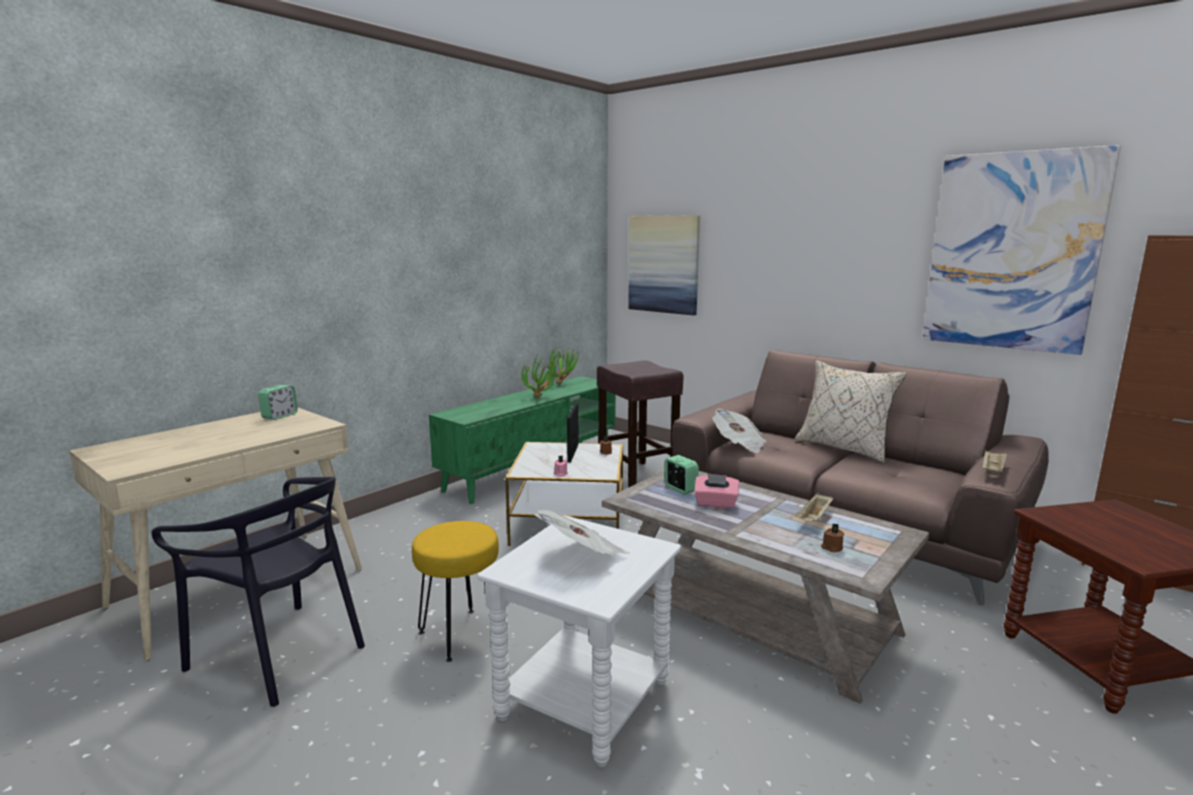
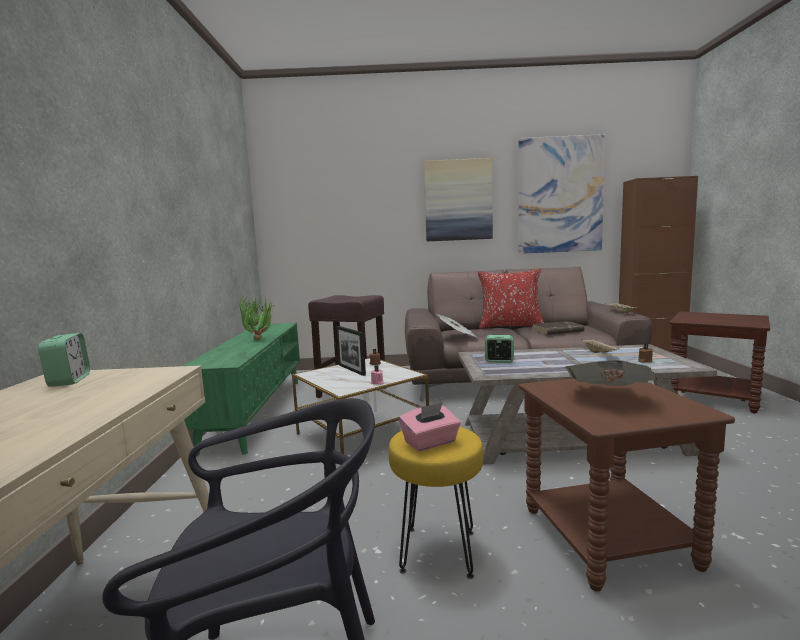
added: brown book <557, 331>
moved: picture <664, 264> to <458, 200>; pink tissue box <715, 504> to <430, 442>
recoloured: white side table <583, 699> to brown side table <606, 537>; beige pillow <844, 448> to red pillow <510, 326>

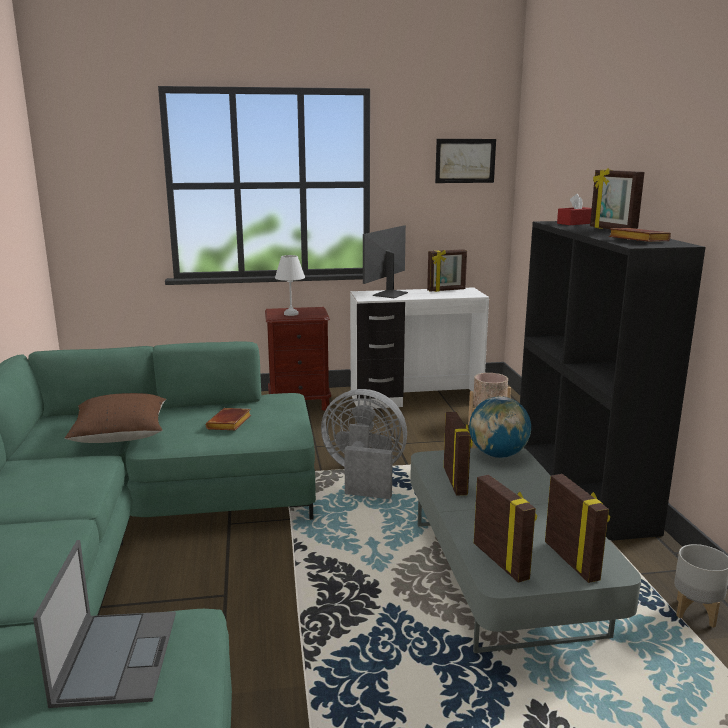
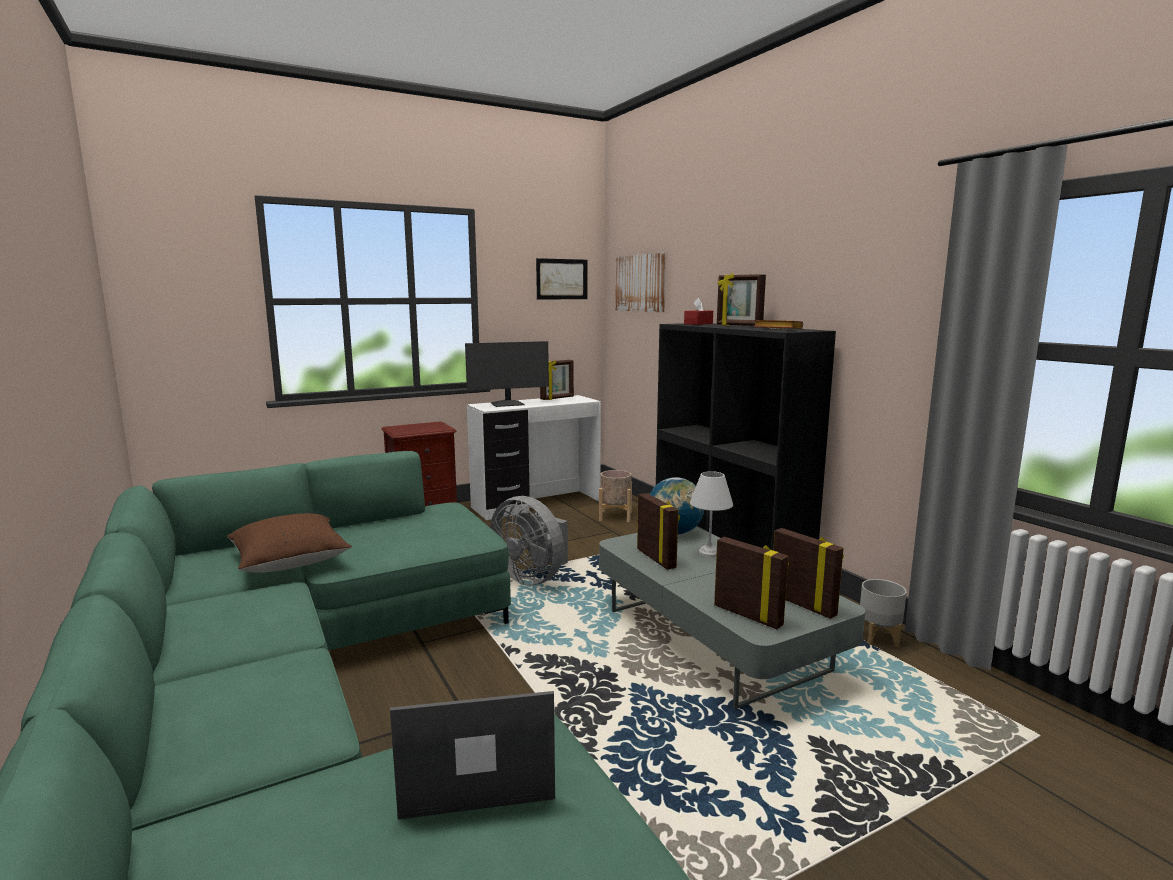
removed: brown book <230, 424>
added: picture <641, 283>
moved: white table lamp <291, 314> to <709, 553>
turned: laptop <117, 656> = <475, 770> 75 degrees counterclockwise; grey fan <364, 476> = <532, 577> 135 degrees counterclockwise; monitor <389, 294> = <508, 404> 120 degrees counterclockwise

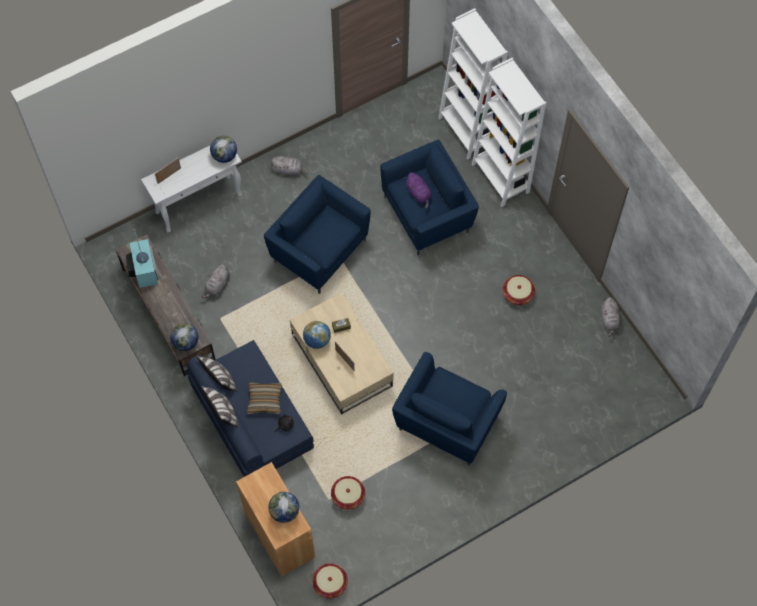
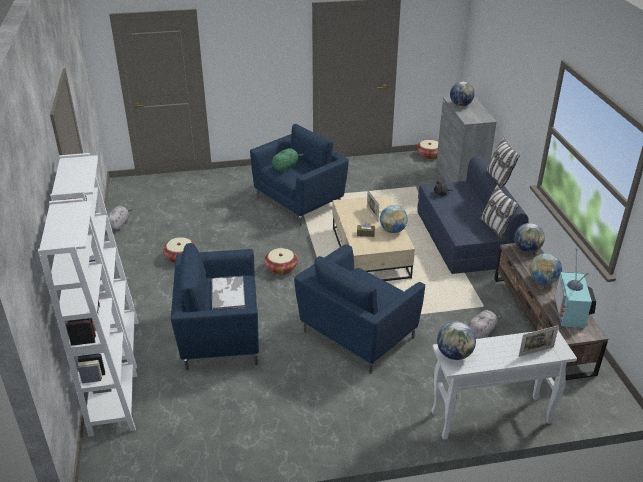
removed: pillow <264, 400>; grey plush toy <289, 170>
added: green plush toy <286, 167>; globe <543, 281>
moved: basket <348, 496> to <281, 268>
replaced: purple plush toy <419, 194> to tray <228, 293>
recoloured: brown cabinet <279, 534> to grey cabinet <460, 180>
turned: blue armchair <319, 249> = <356, 335> 75 degrees clockwise

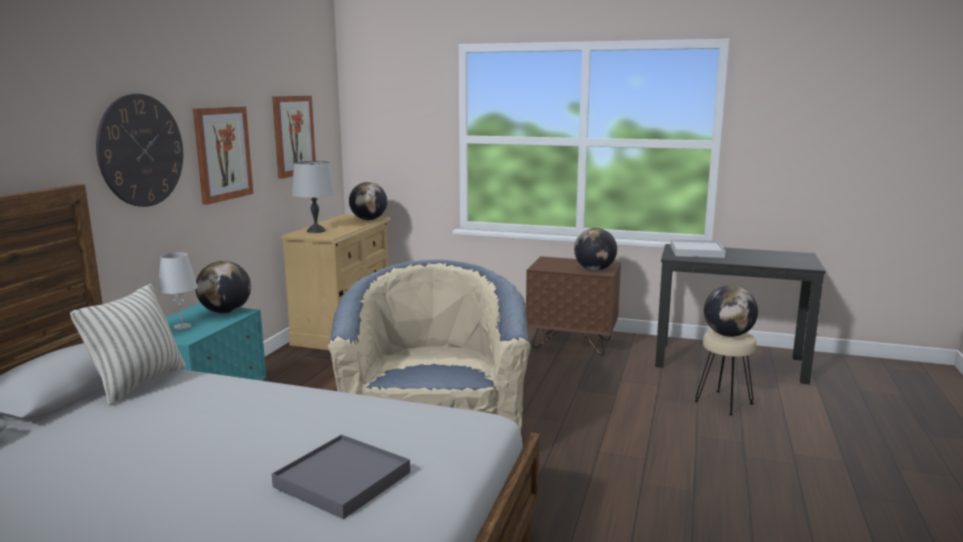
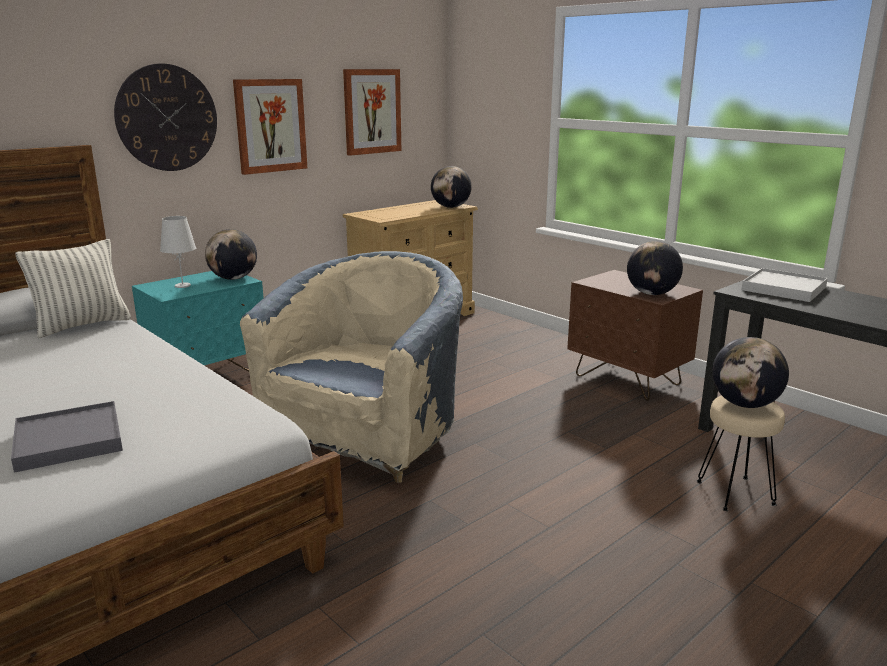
removed: grey table lamp <316, 231>

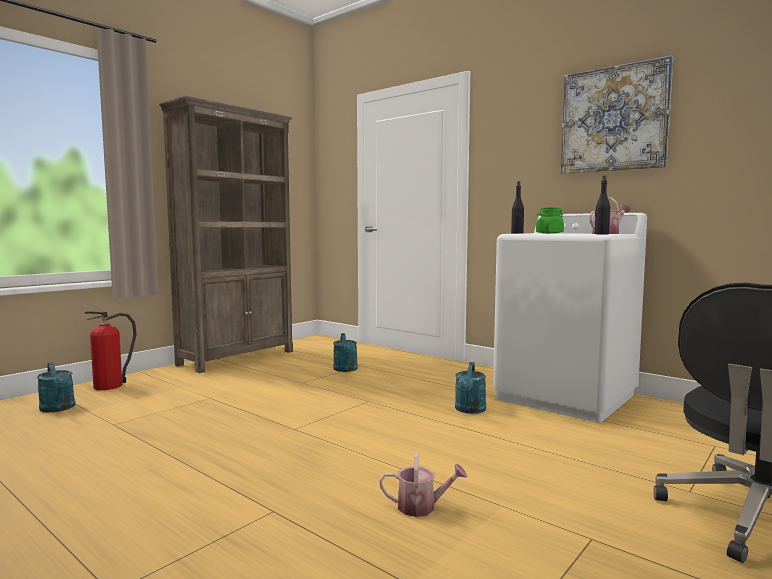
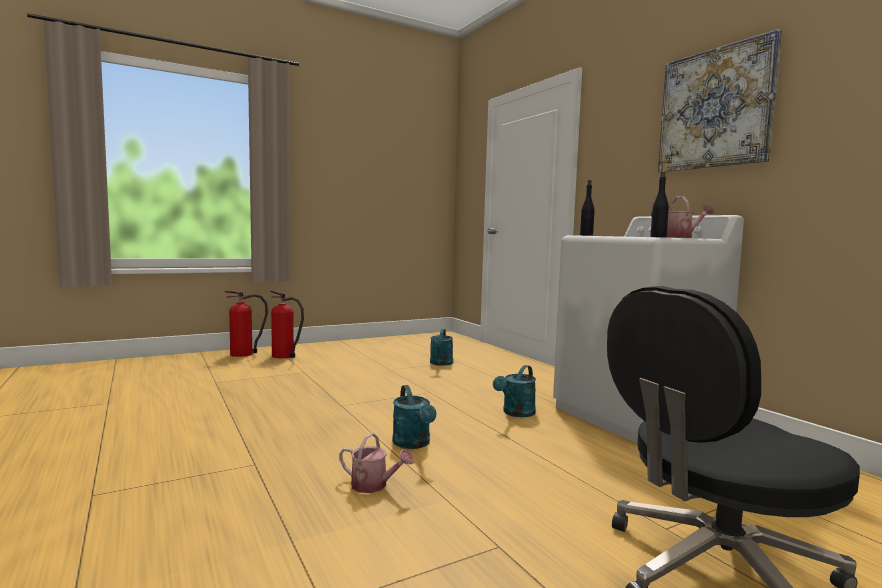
removed: brown bookcase <237, 358>; green jar <549, 233>
added: fire extinguisher <285, 356>
moved: turquoise watering can <59, 408> to <414, 444>

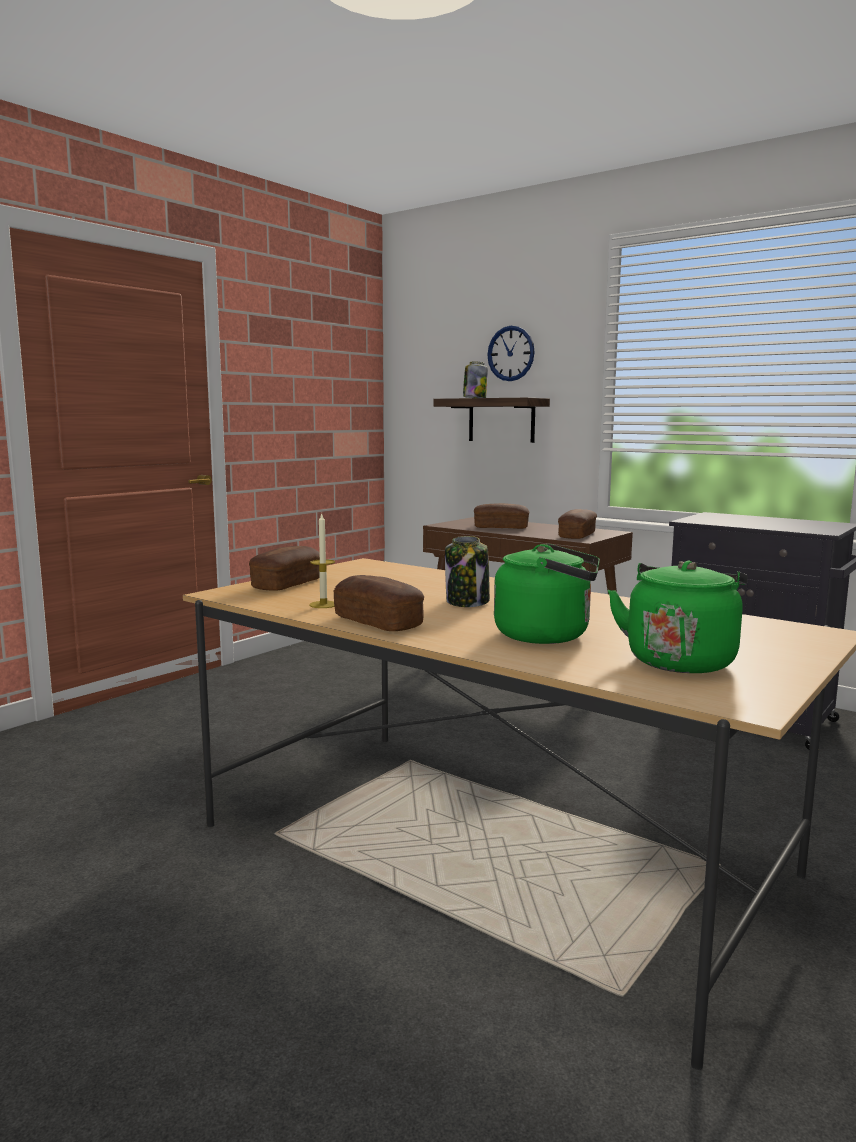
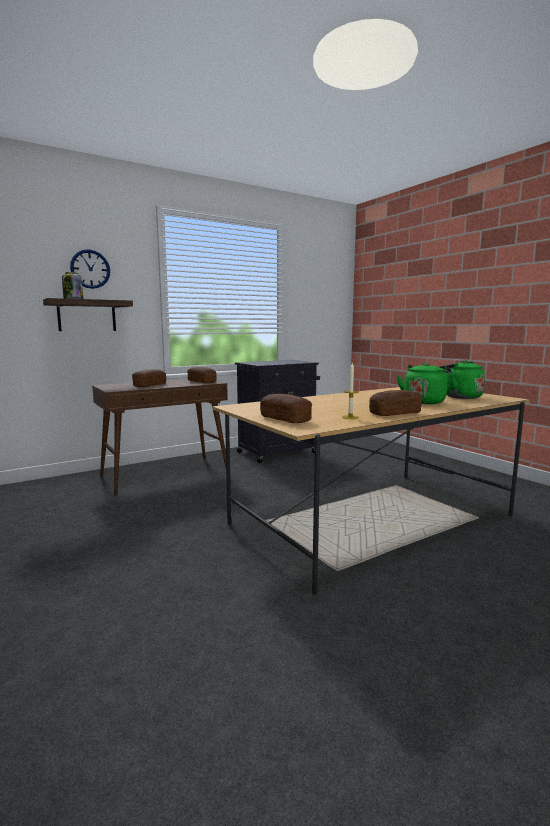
removed: jar <467, 602>

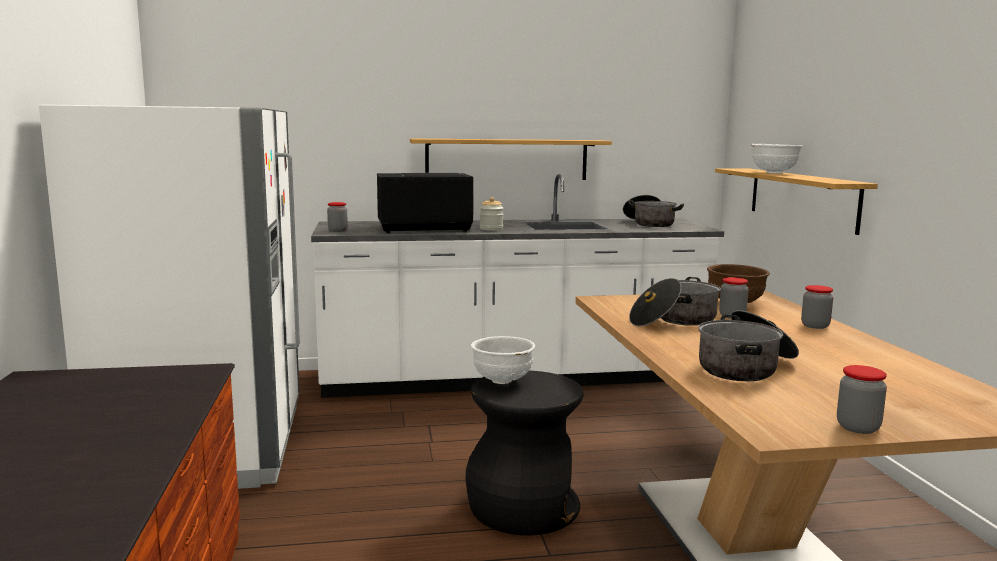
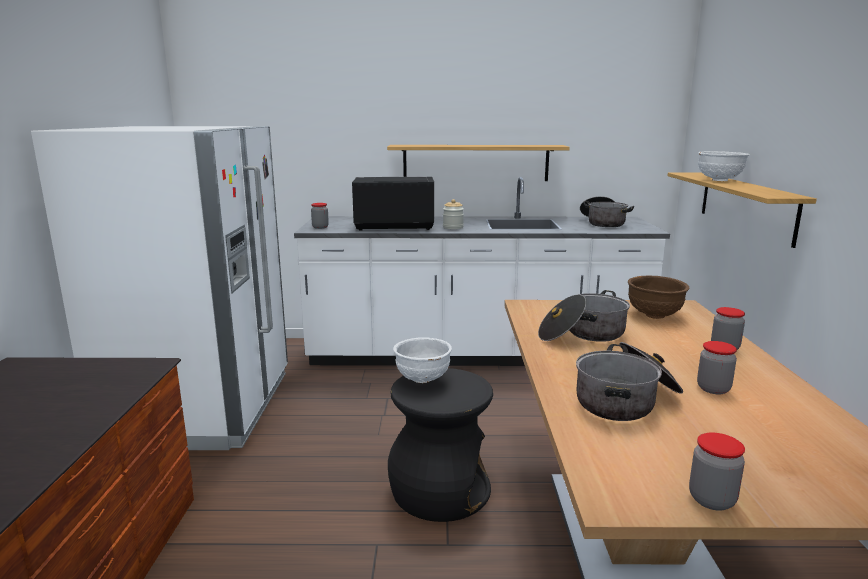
moved: jar <732, 316> to <713, 389>

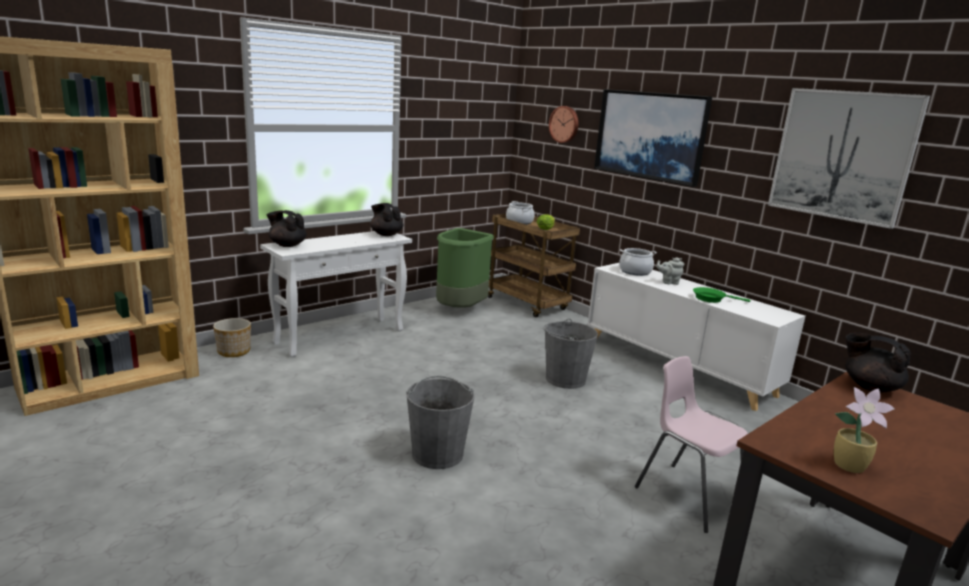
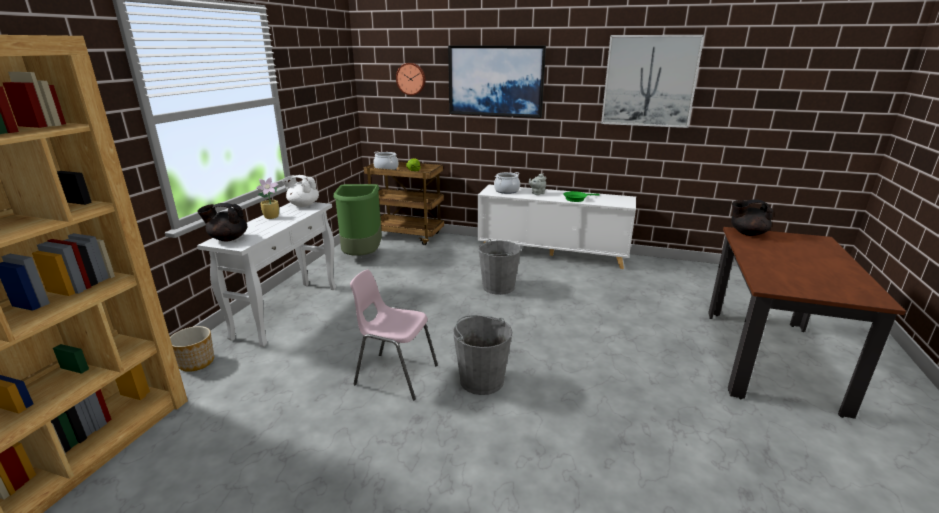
moved: pink chair <688, 495> to <395, 375>; potted plant <851, 466> to <272, 217>
recoloured: black teapot <386, 234> to white teapot <303, 205>

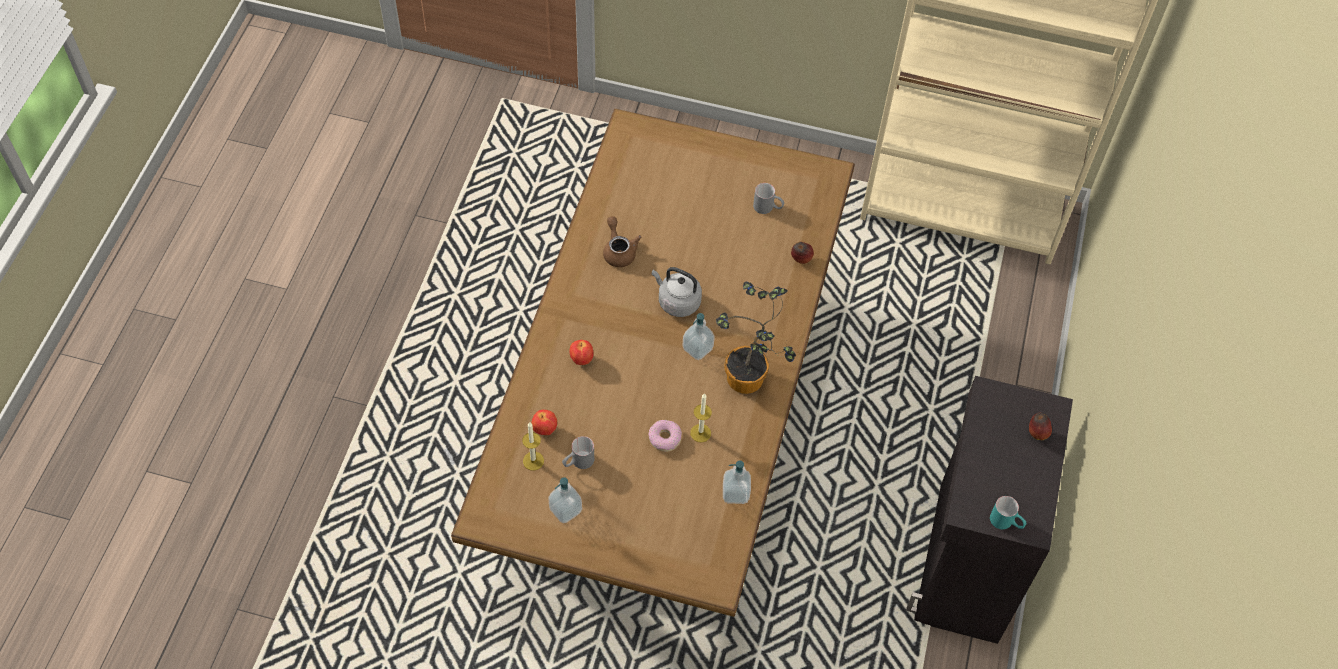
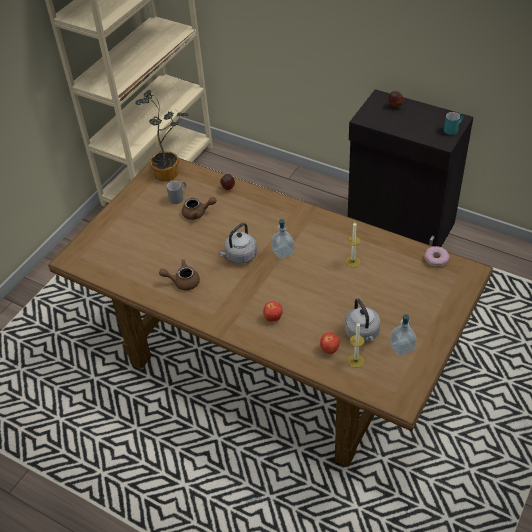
removed: soap dispenser <735, 493>
added: brown teapot <198, 213>
moved: donut <665, 438> to <436, 259>; potted plant <749, 382> to <170, 172>
replaced: grey mug <578, 462> to grey kettle <362, 333>

